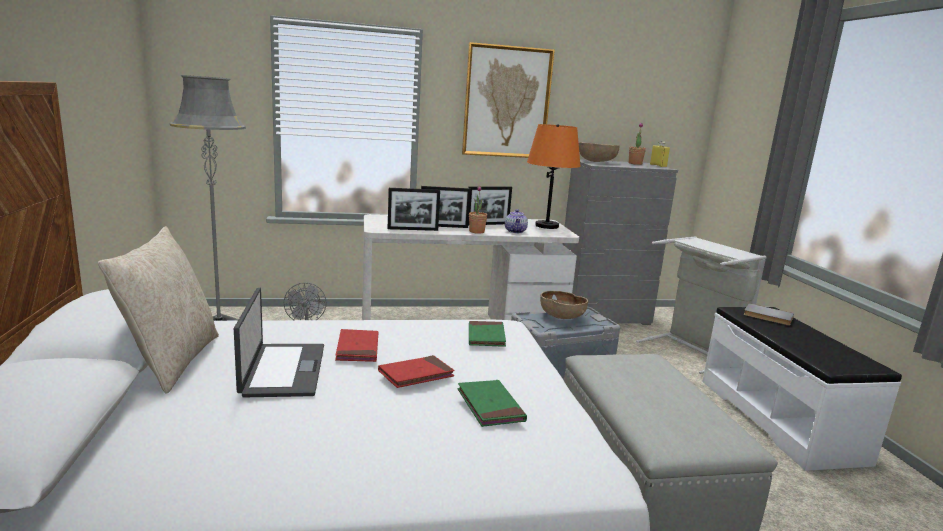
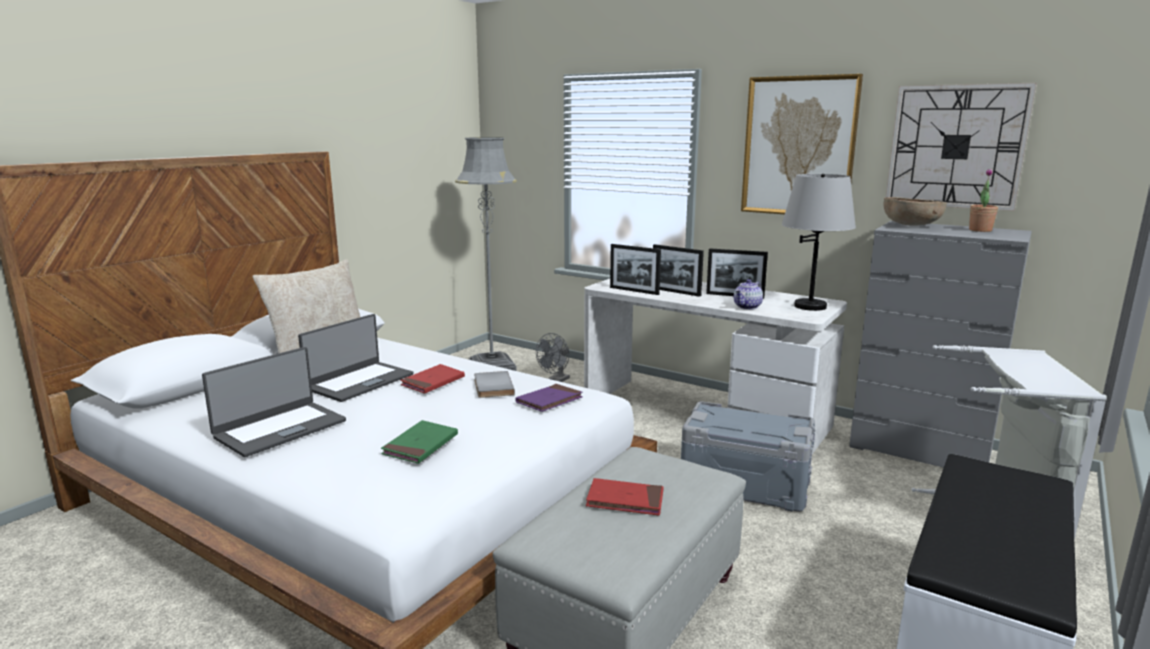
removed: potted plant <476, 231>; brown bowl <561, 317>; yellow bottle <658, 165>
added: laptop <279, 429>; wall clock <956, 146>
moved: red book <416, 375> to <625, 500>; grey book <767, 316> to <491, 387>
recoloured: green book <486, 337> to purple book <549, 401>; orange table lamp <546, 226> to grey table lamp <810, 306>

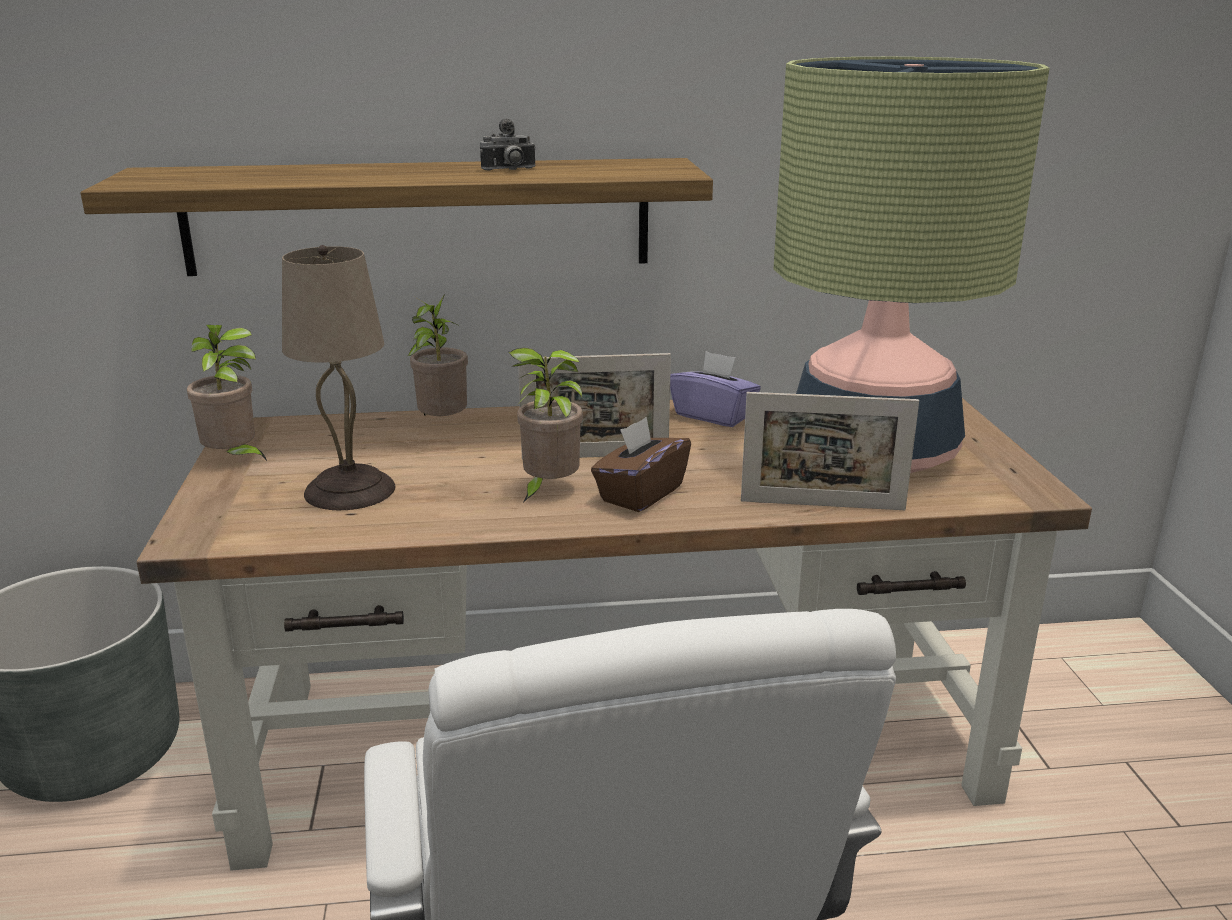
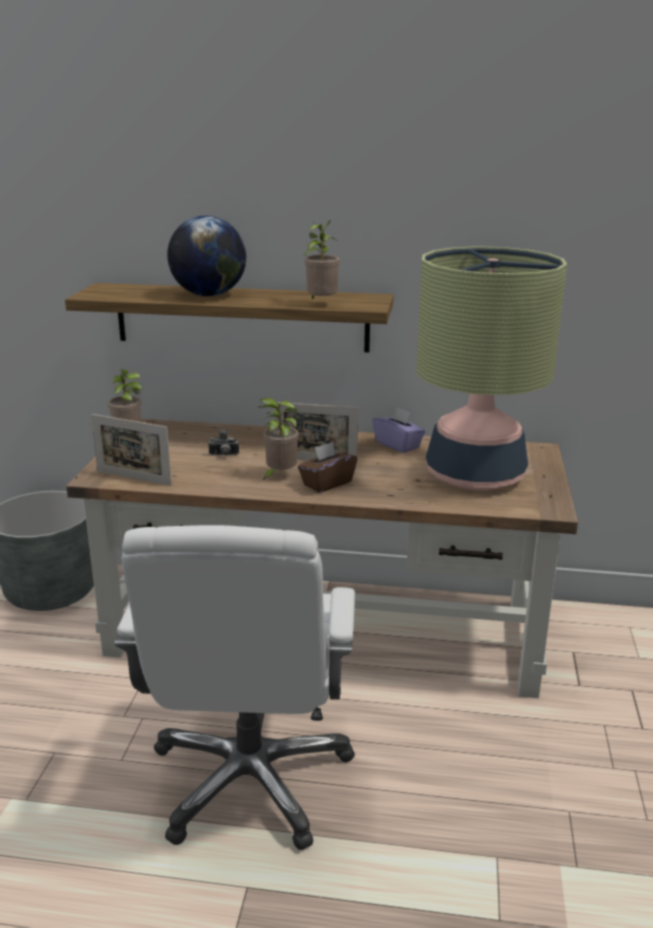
removed: beige table lamp <350, 489>
added: globe <209, 295>
moved: potted plant <442, 425> to <321, 304>; photo camera <509, 170> to <223, 455>; picture frame <822, 505> to <133, 478>

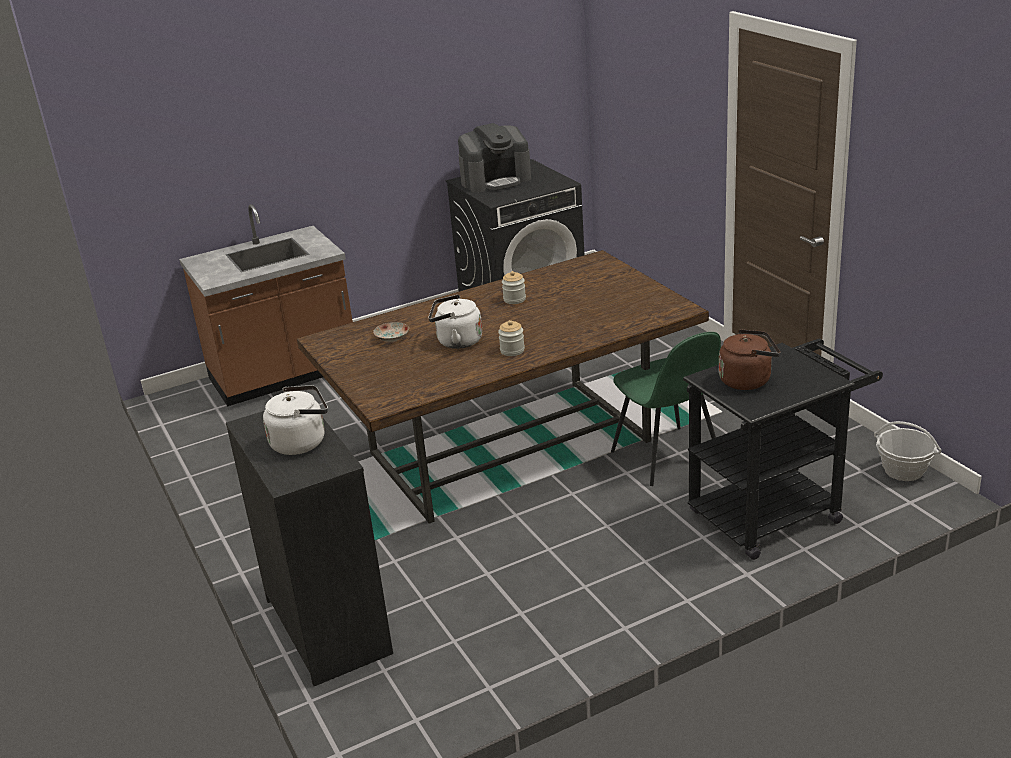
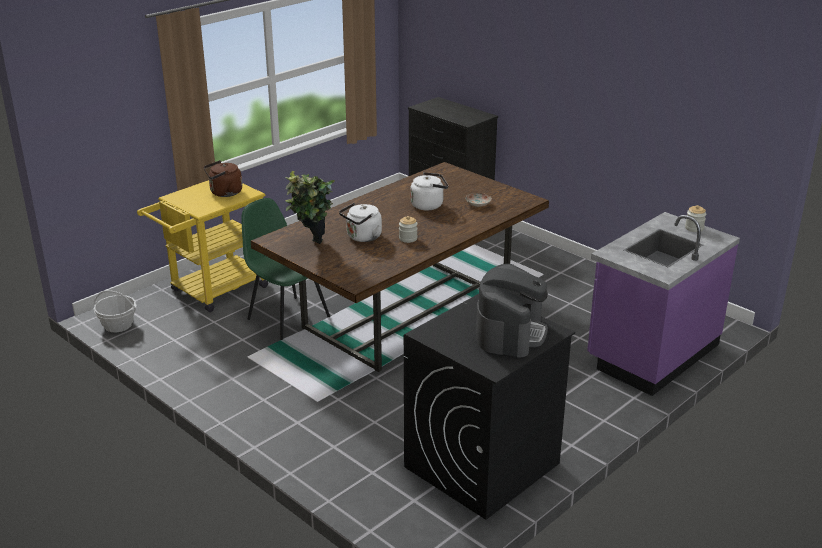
added: potted plant <311, 248>
moved: white kettle <302, 442> to <362, 237>; jar <512, 350> to <694, 228>
recoloured: brown counter <284, 376> to purple counter <651, 353>; black cart <775, 511> to yellow cart <213, 291>
turned: coffee machine <496, 180> = <510, 333> 150 degrees clockwise

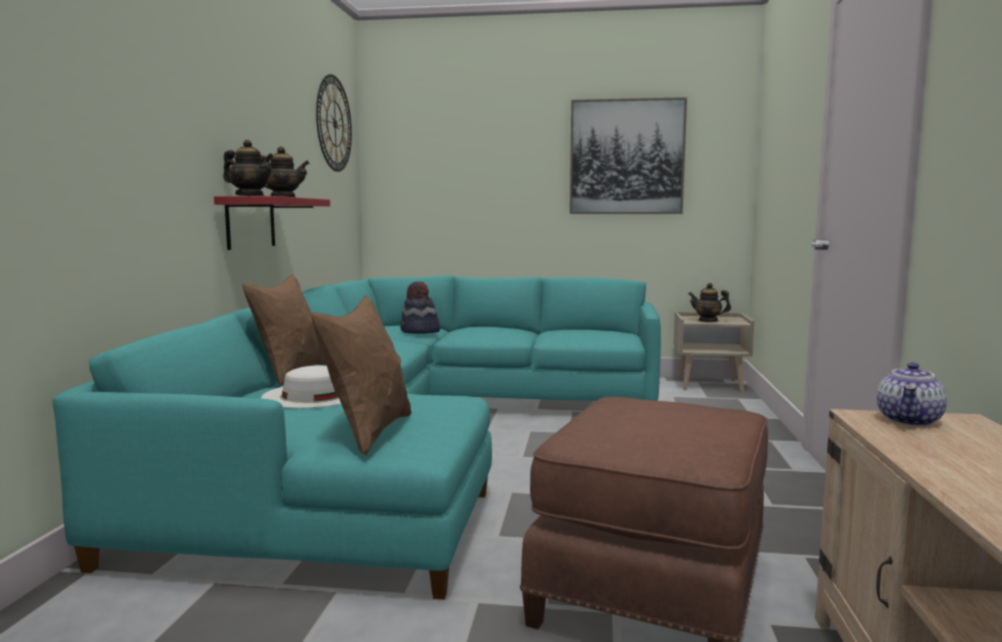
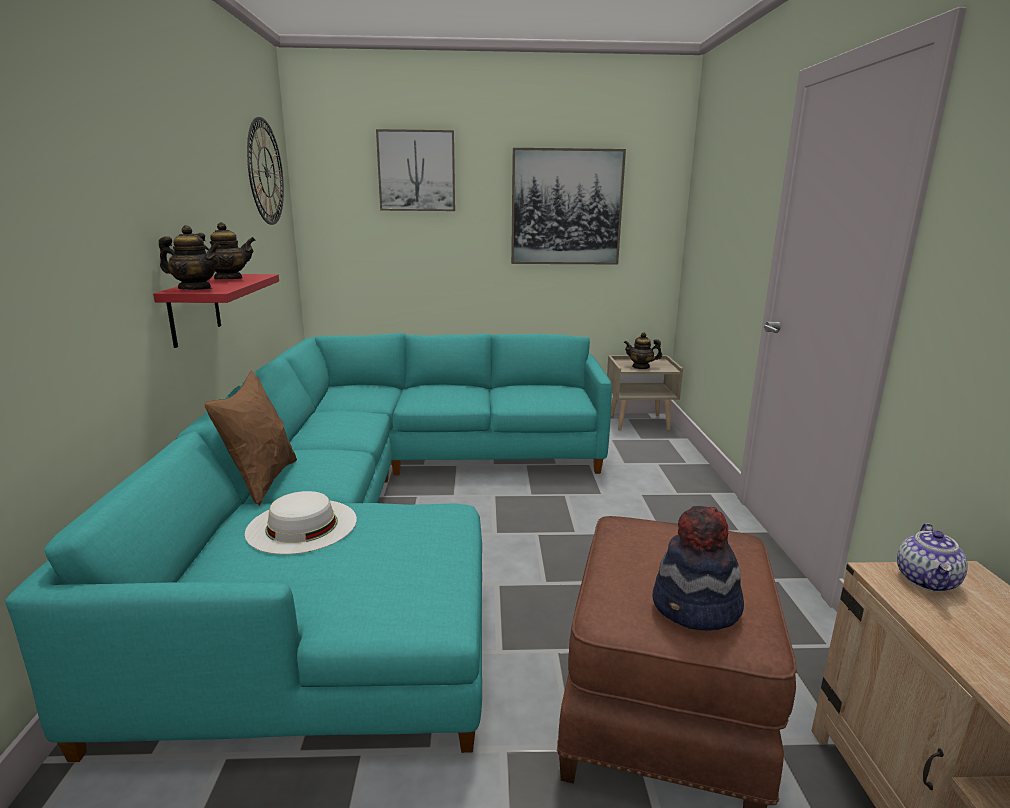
removed: brown pillow <368, 432>
added: picture <416, 171>
moved: hat <420, 331> to <696, 608>

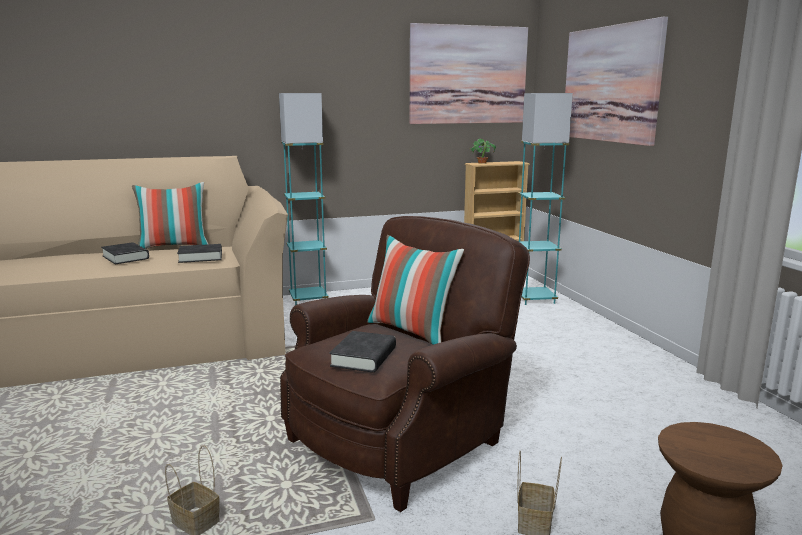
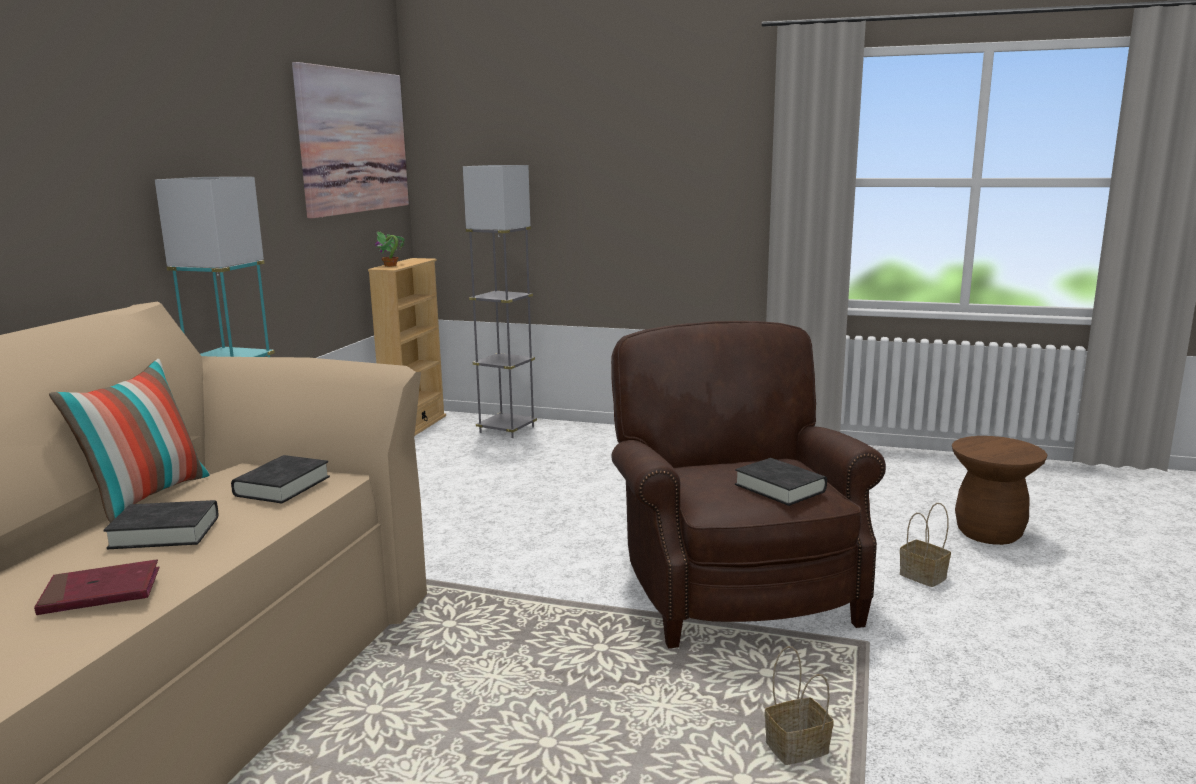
removed: pillow <412, 331>; picture <610, 84>
added: red book <101, 593>
recoloured: turquoise floor lamp <535, 299> to grey floor lamp <507, 429>

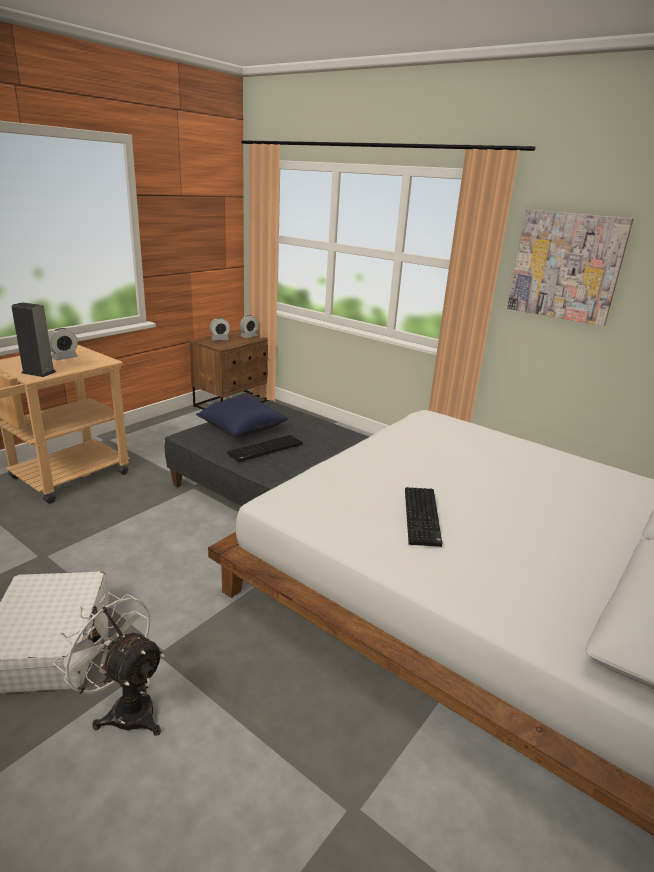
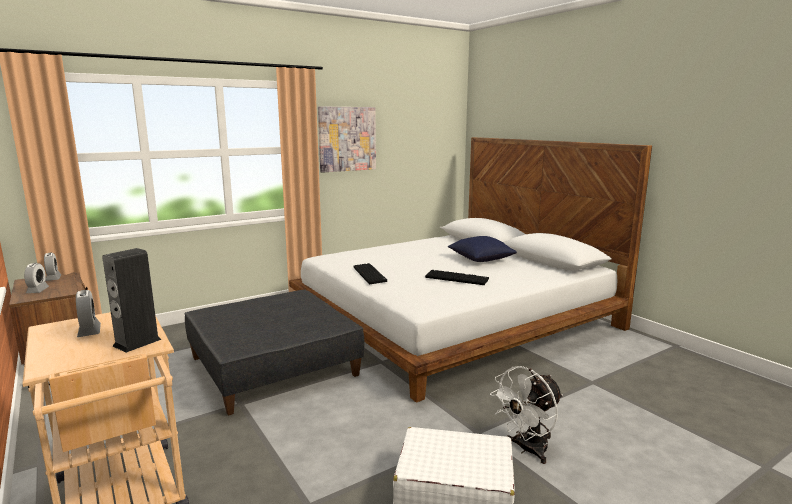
moved: blue pillow <241, 429> to <480, 259>; keyboard <265, 450> to <370, 274>

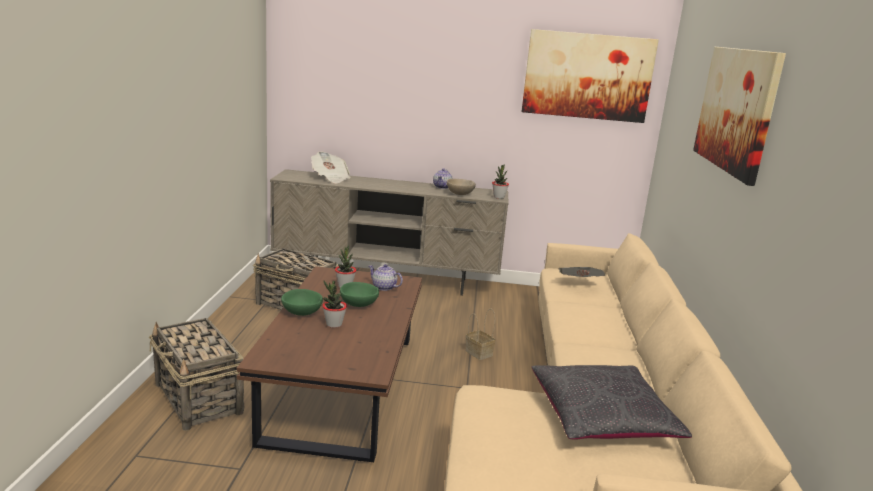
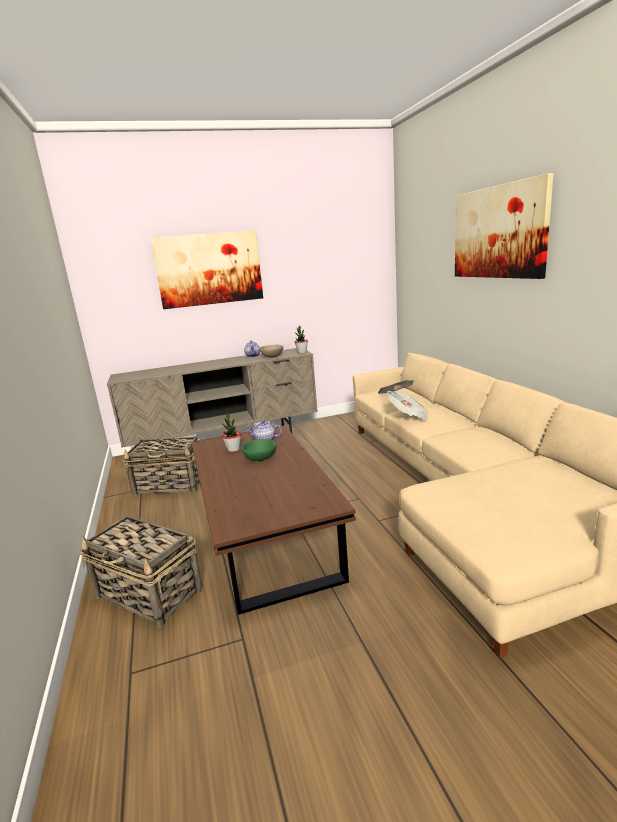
removed: green bowl <301, 313>; potted plant <334, 324>; basket <477, 353>; black pillow <601, 418>
moved: newspaper <330, 178> to <409, 416>; picture <587, 76> to <209, 269>

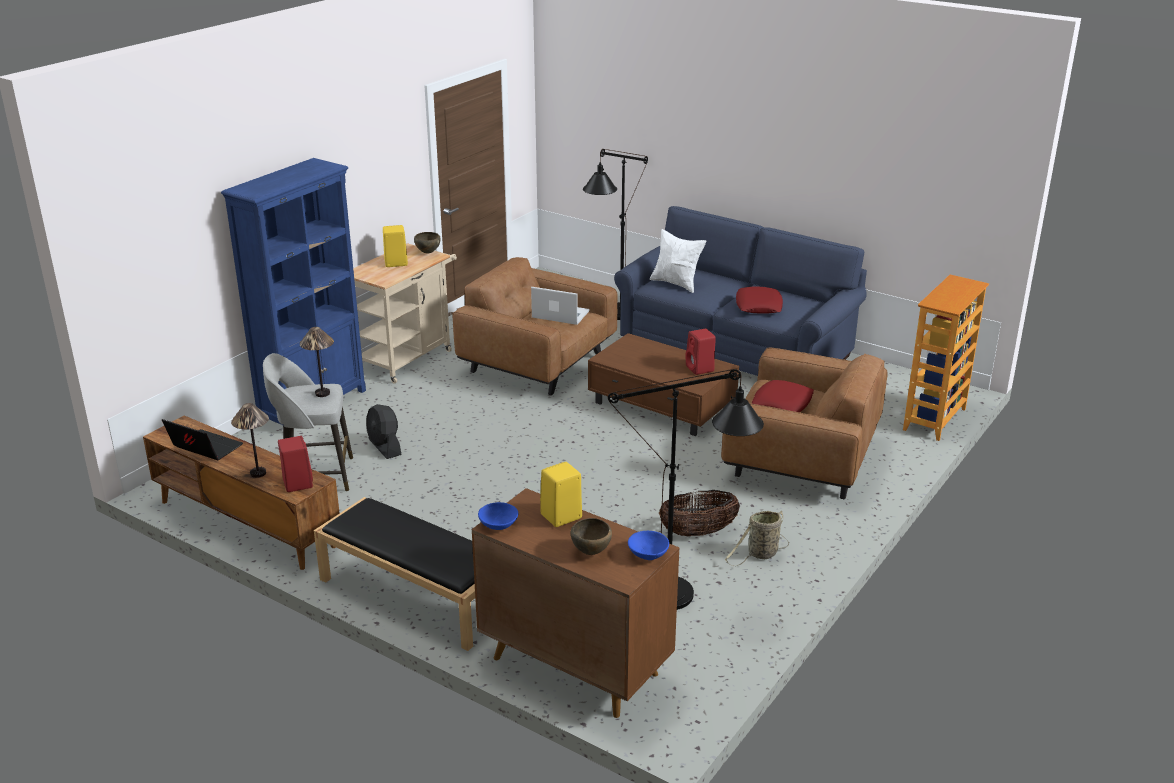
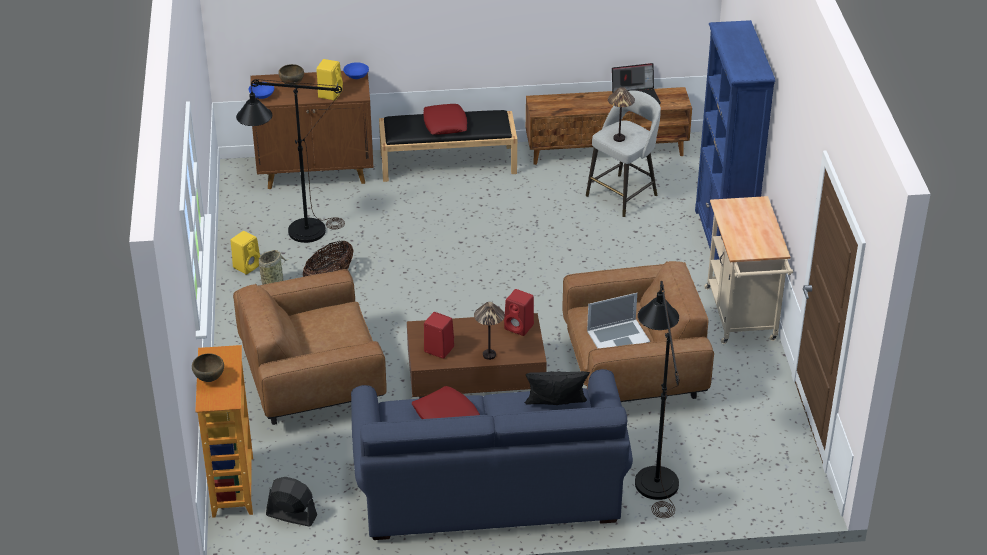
moved: table lamp <257, 473> to <489, 355>; red speaker <297, 483> to <520, 327>; black fan <384, 447> to <291, 515>; yellow speaker <395, 263> to <247, 265>; brown bowl <427, 252> to <210, 379>; red pillow <782, 404> to <445, 124>
recoloured: white pillow <676, 283> to black pillow <556, 409>

